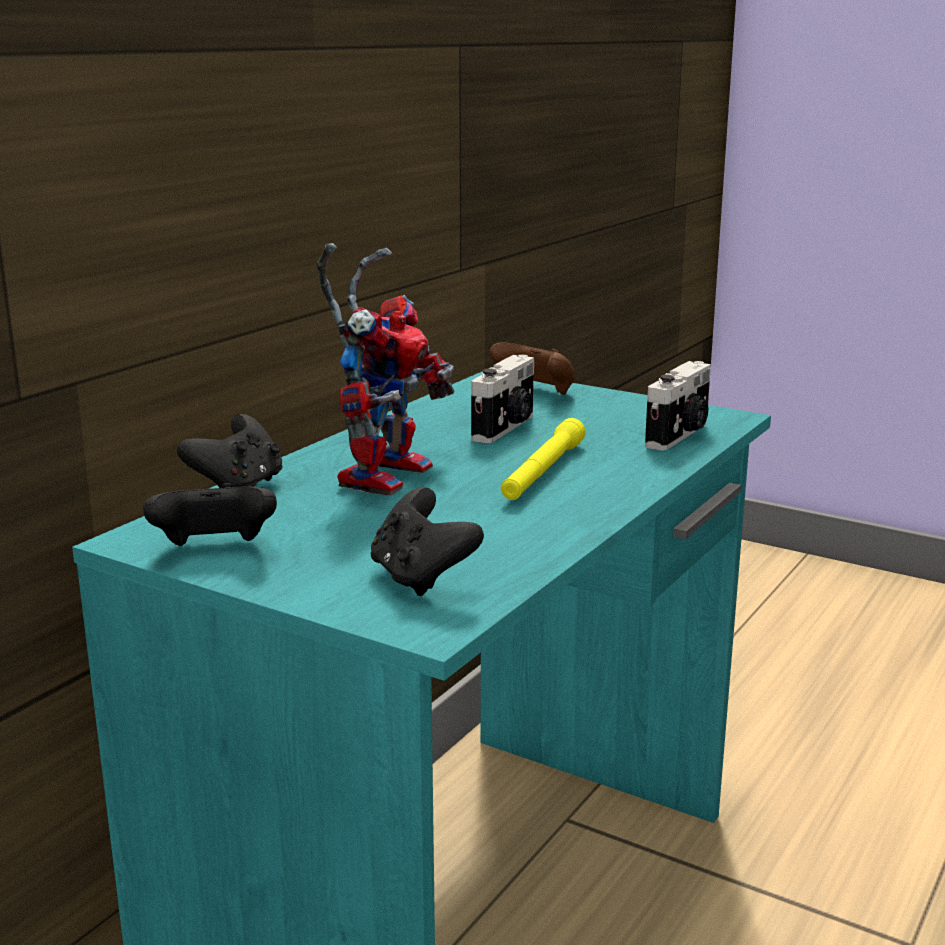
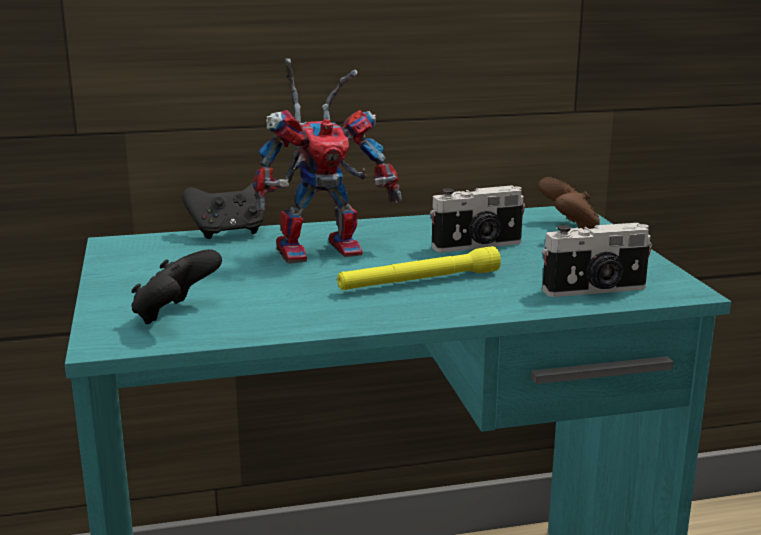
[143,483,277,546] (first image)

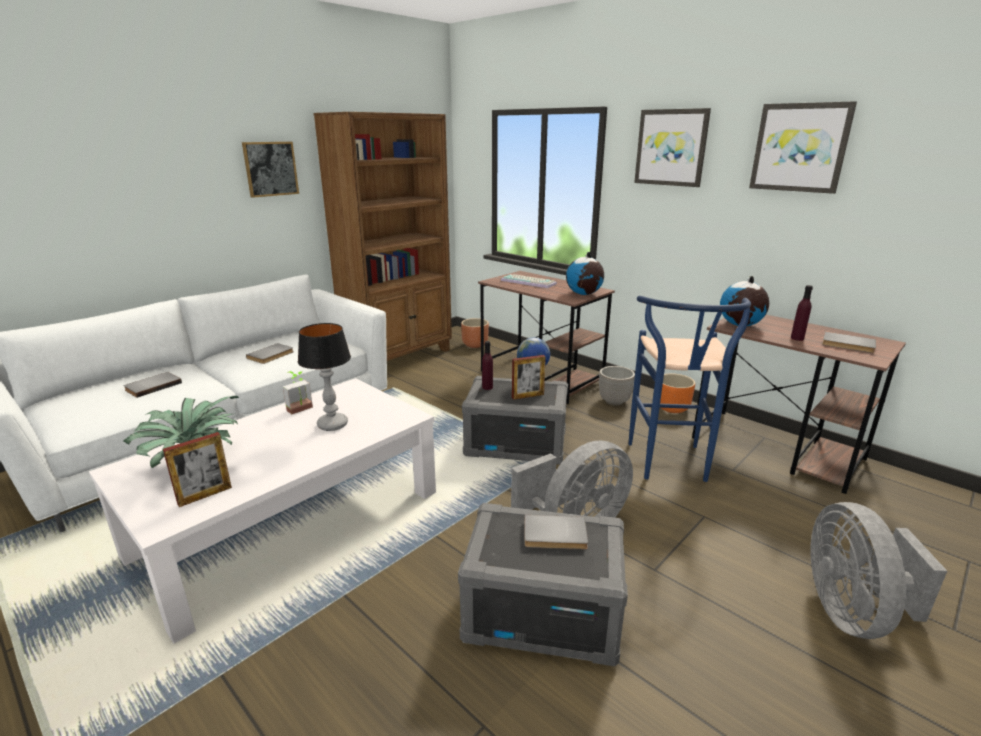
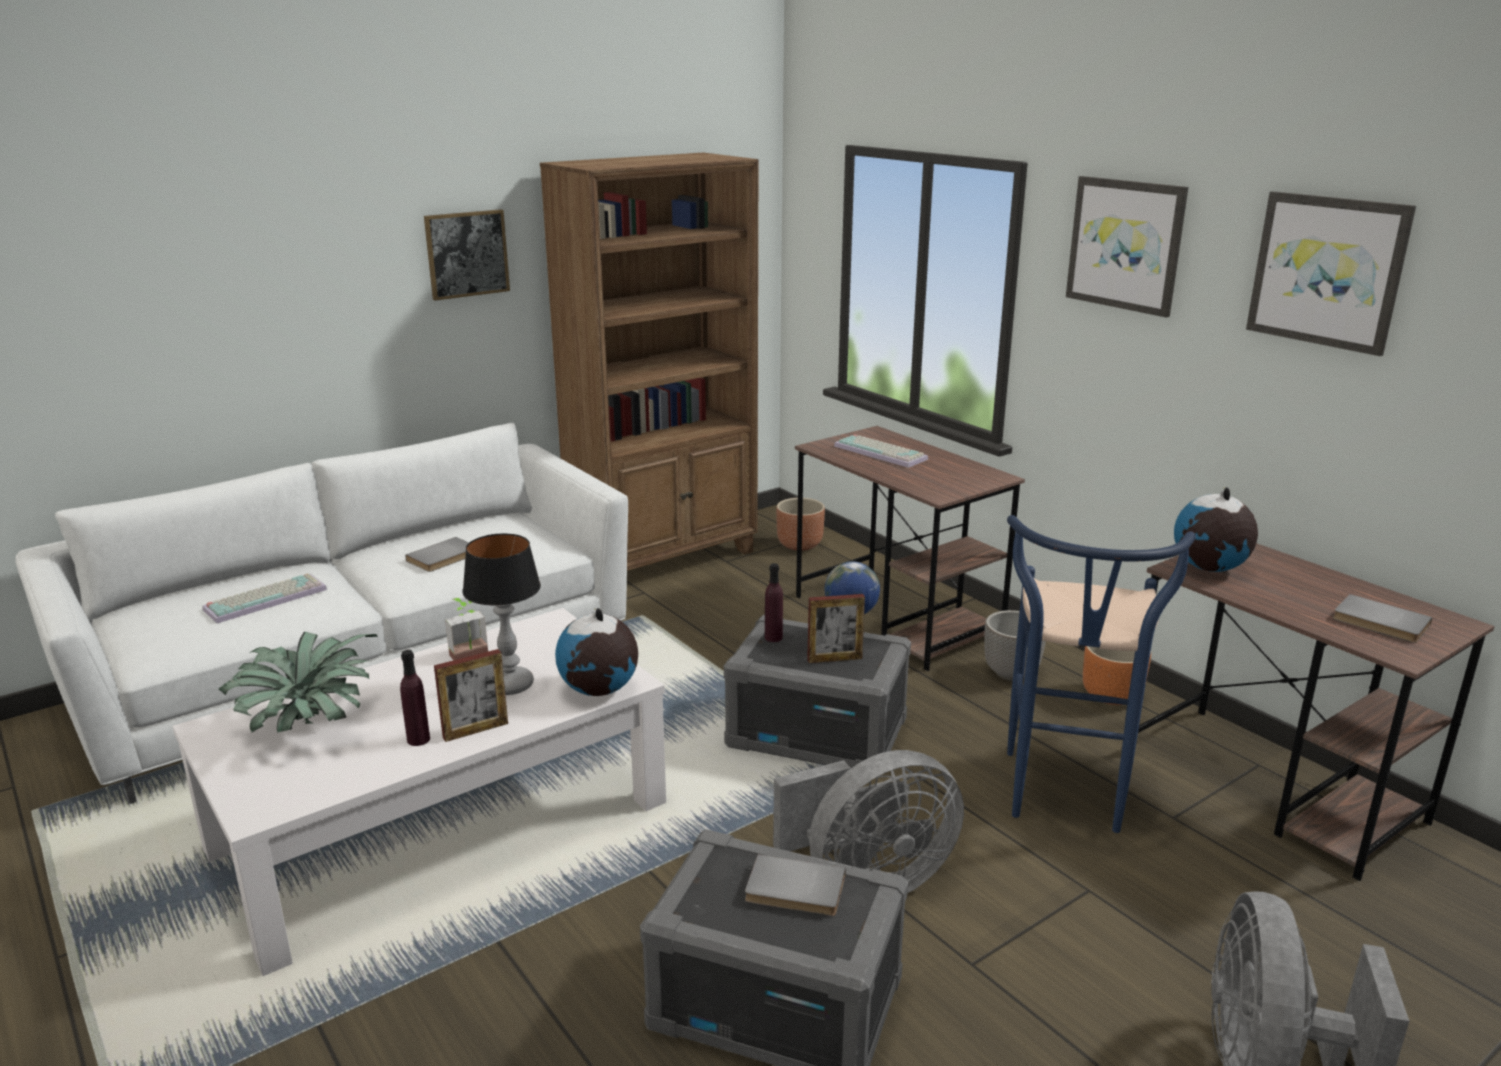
[202,573,327,623]
[400,650,430,746]
[434,649,508,742]
[555,608,638,696]

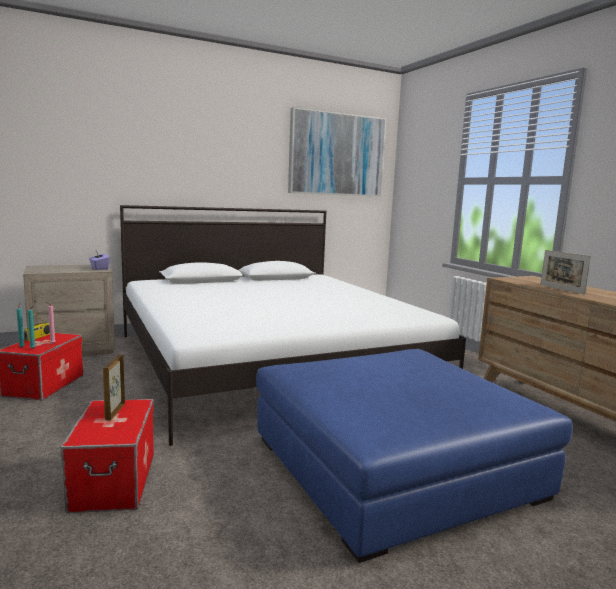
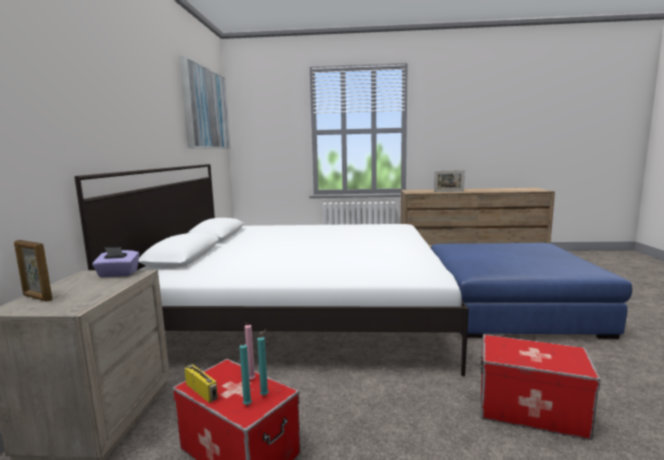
[14,240,53,302]

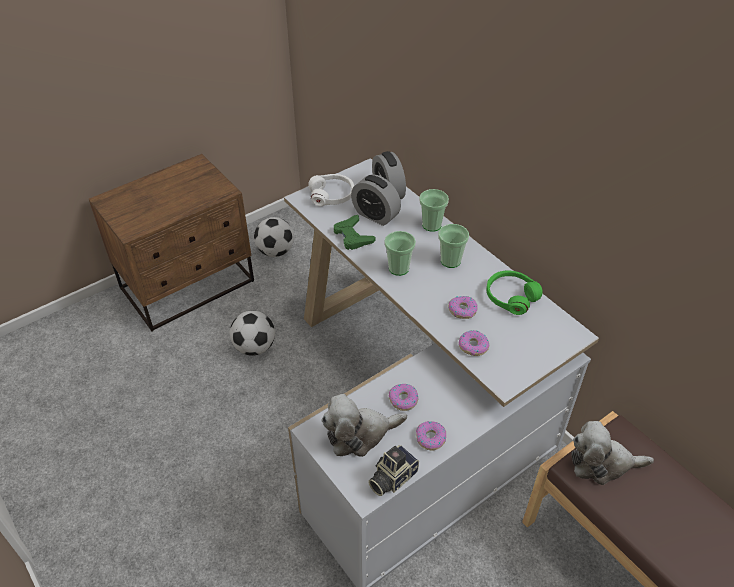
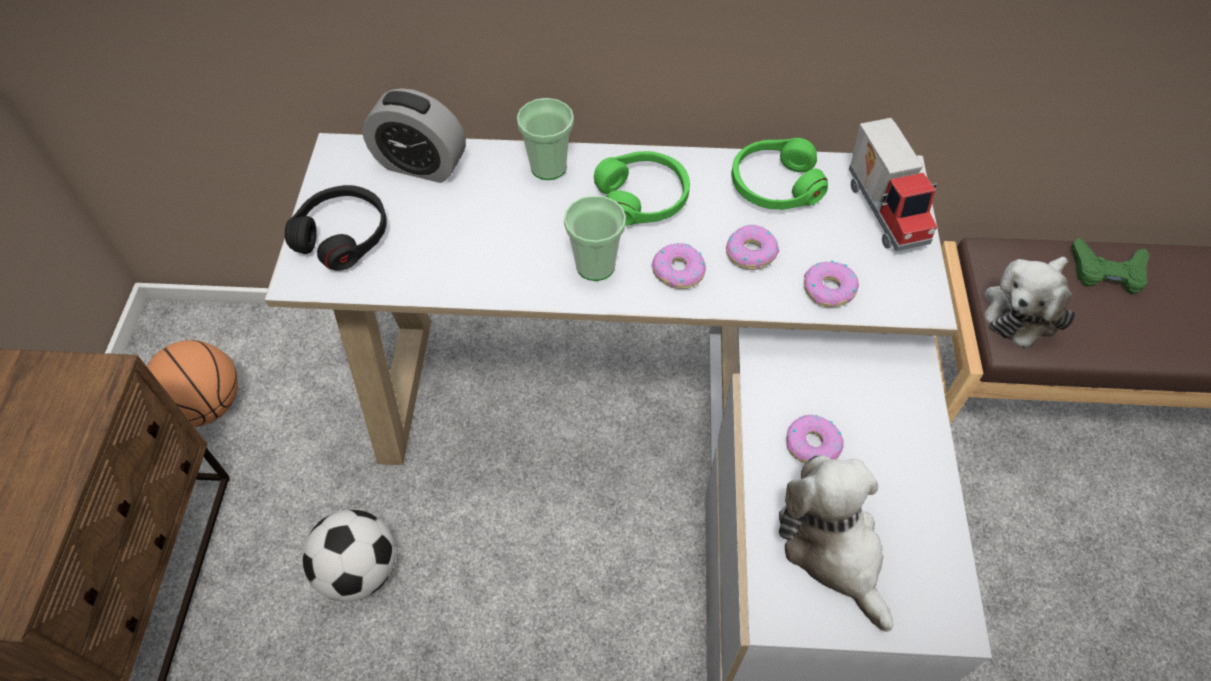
[147,340,238,427]
[285,185,387,271]
[594,151,690,226]
[651,243,706,289]
[779,455,893,632]
[849,118,937,252]
[1071,237,1149,294]
[351,175,401,226] (first image)
[368,445,419,496] (first image)

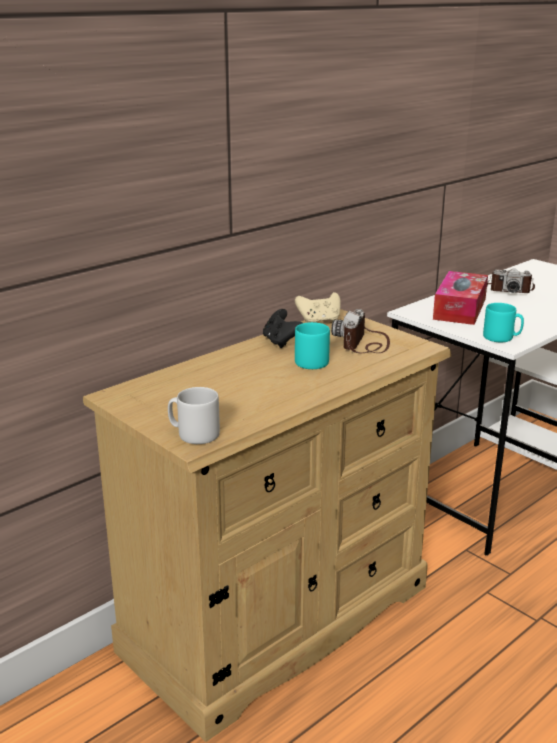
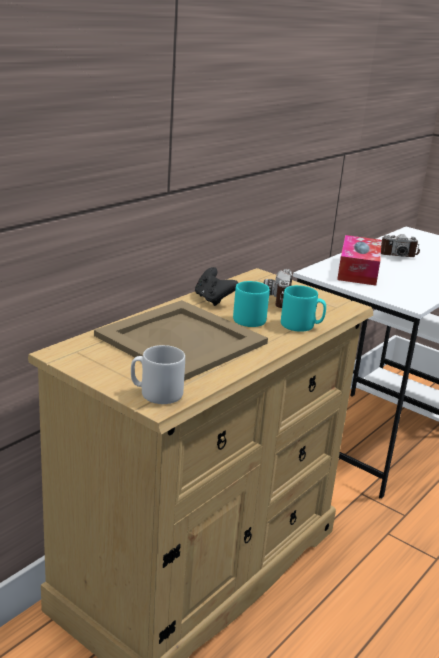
[94,300,268,381]
[281,285,326,332]
[295,292,341,323] (first image)

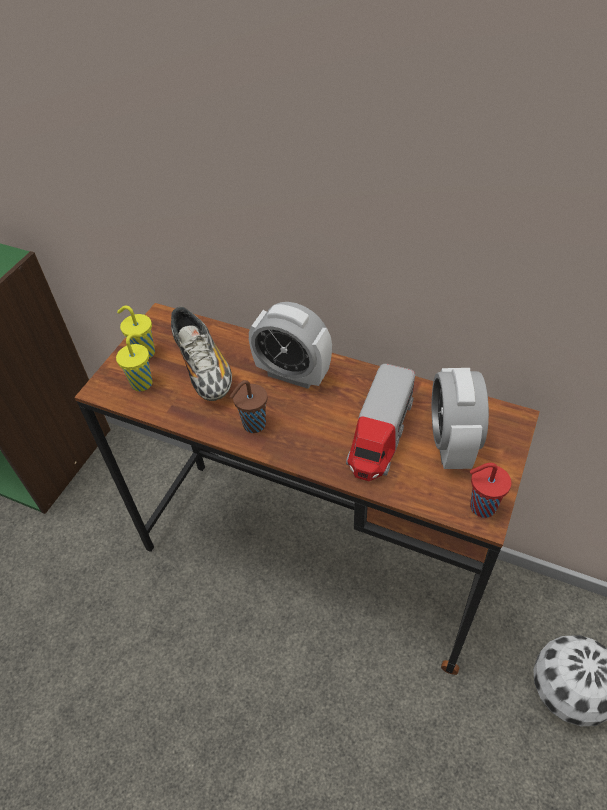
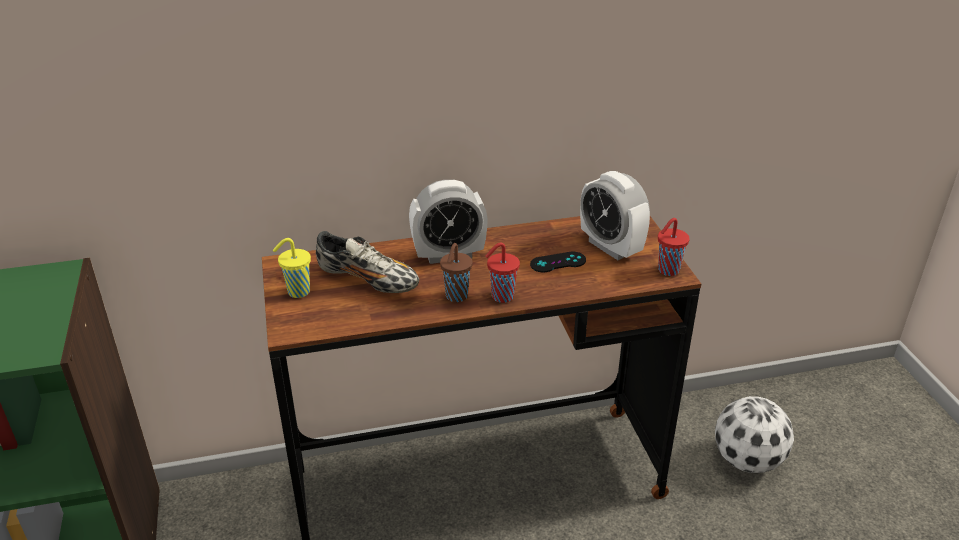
[485,242,520,303]
[530,252,586,272]
[116,333,152,391] (first image)

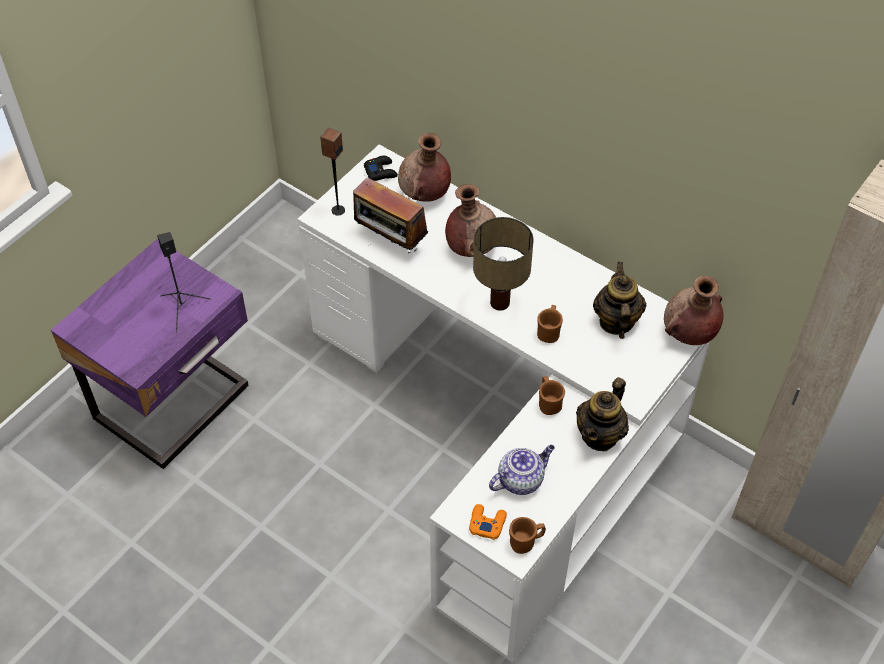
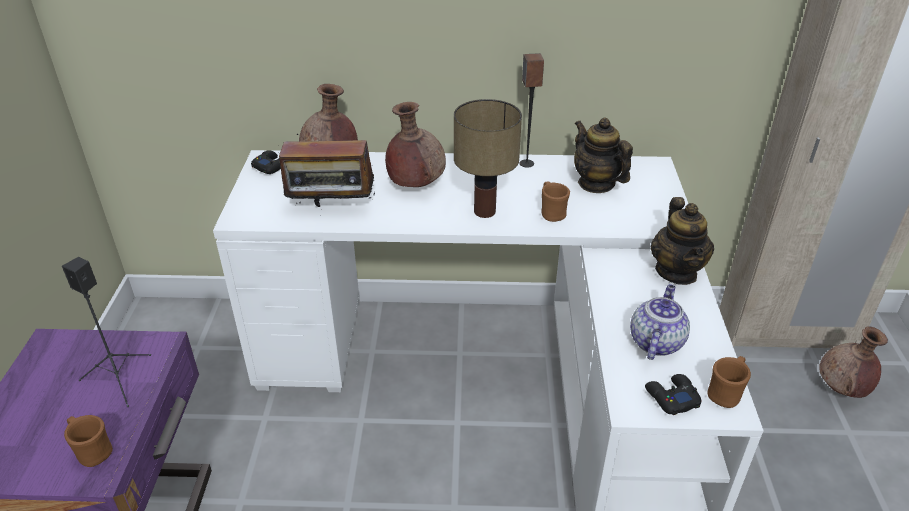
[64,415,113,467]
[520,53,544,168]
[645,374,701,415]
[819,326,888,398]

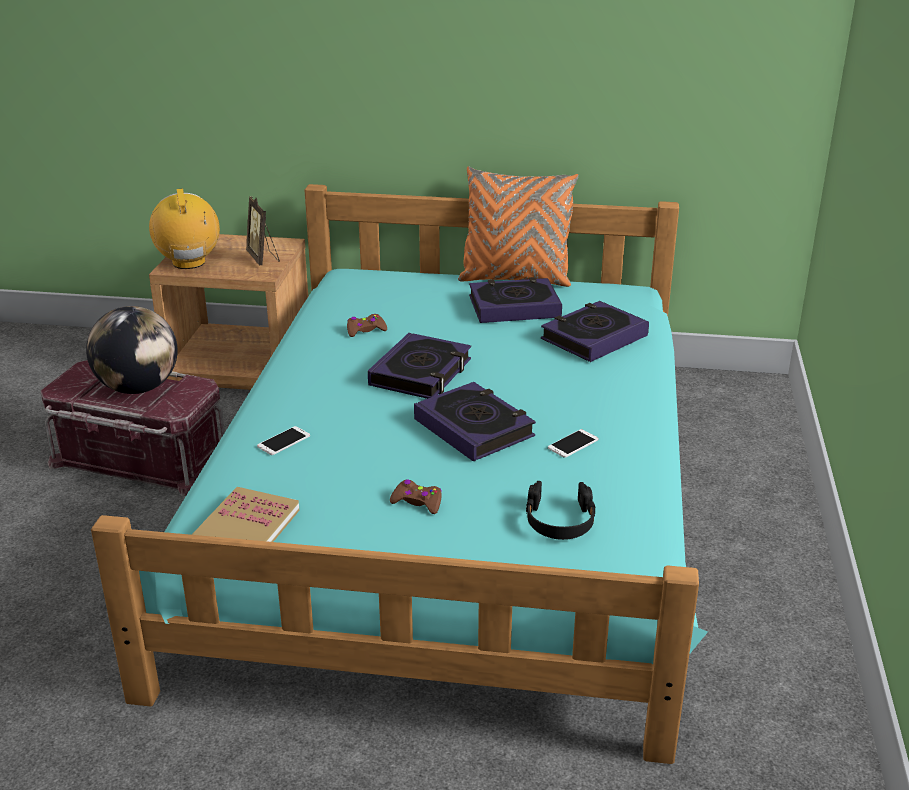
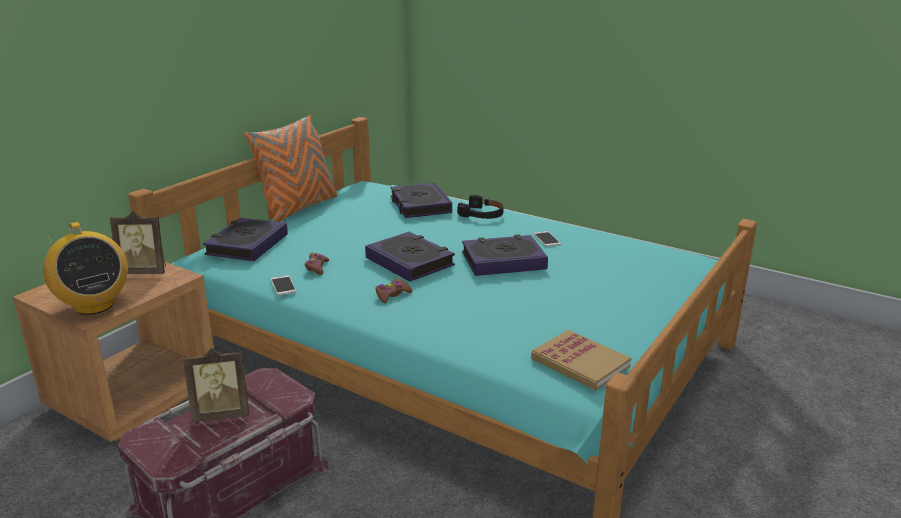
[43,222,128,315]
[183,348,249,422]
[203,218,288,261]
[271,275,296,296]
[375,279,413,303]
[457,195,504,219]

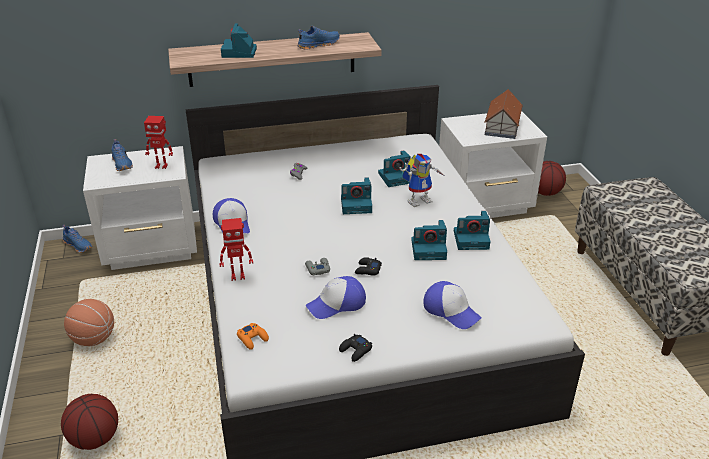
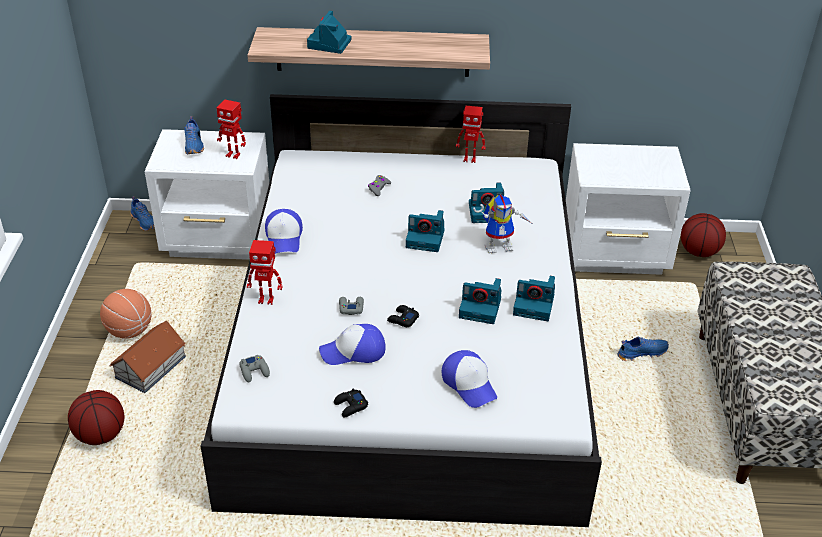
[109,321,186,393]
[239,355,270,383]
[456,106,486,163]
[618,337,669,361]

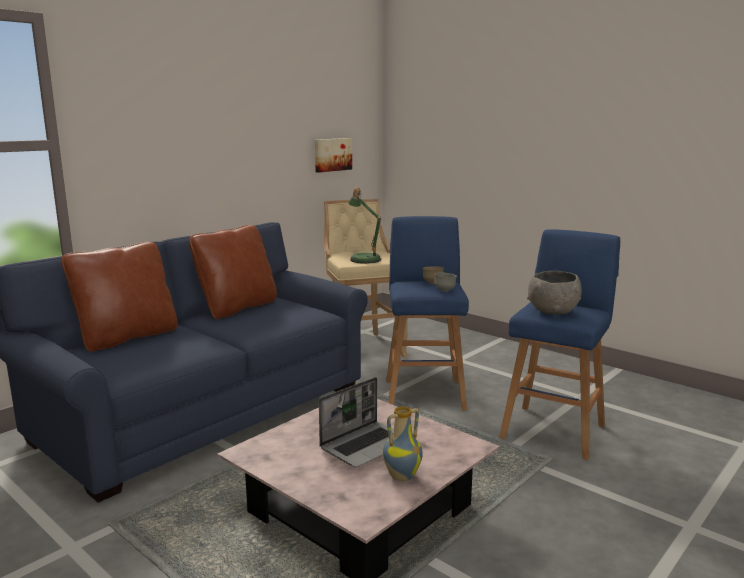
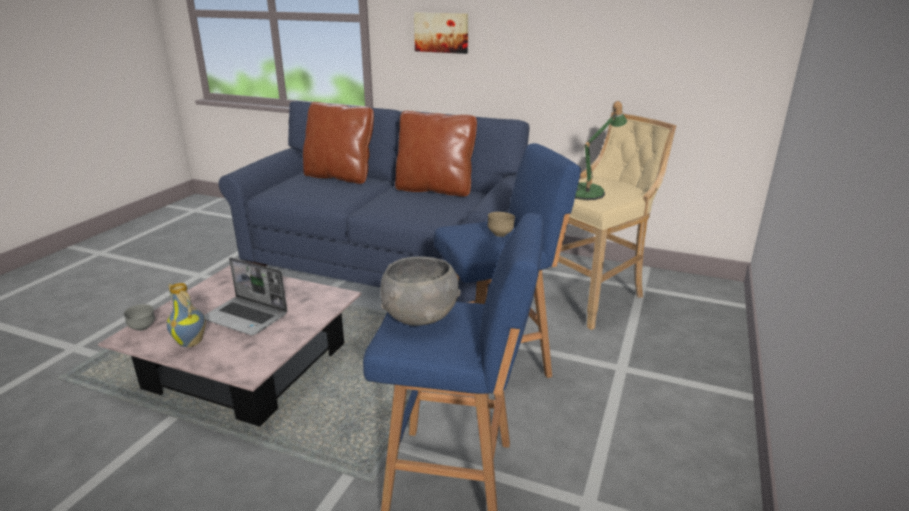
[124,304,155,331]
[414,12,468,54]

